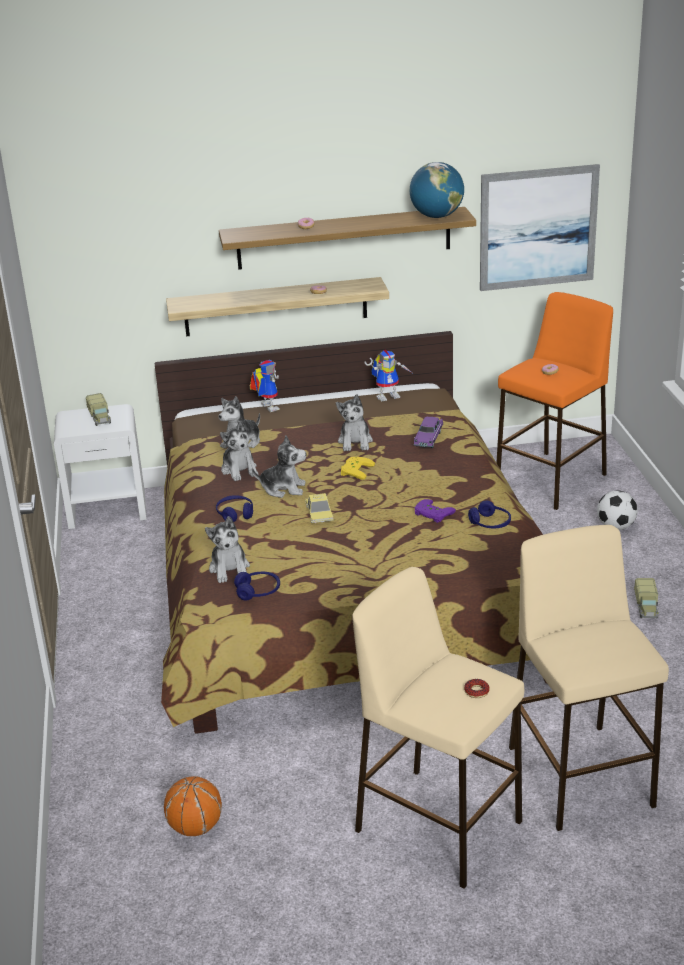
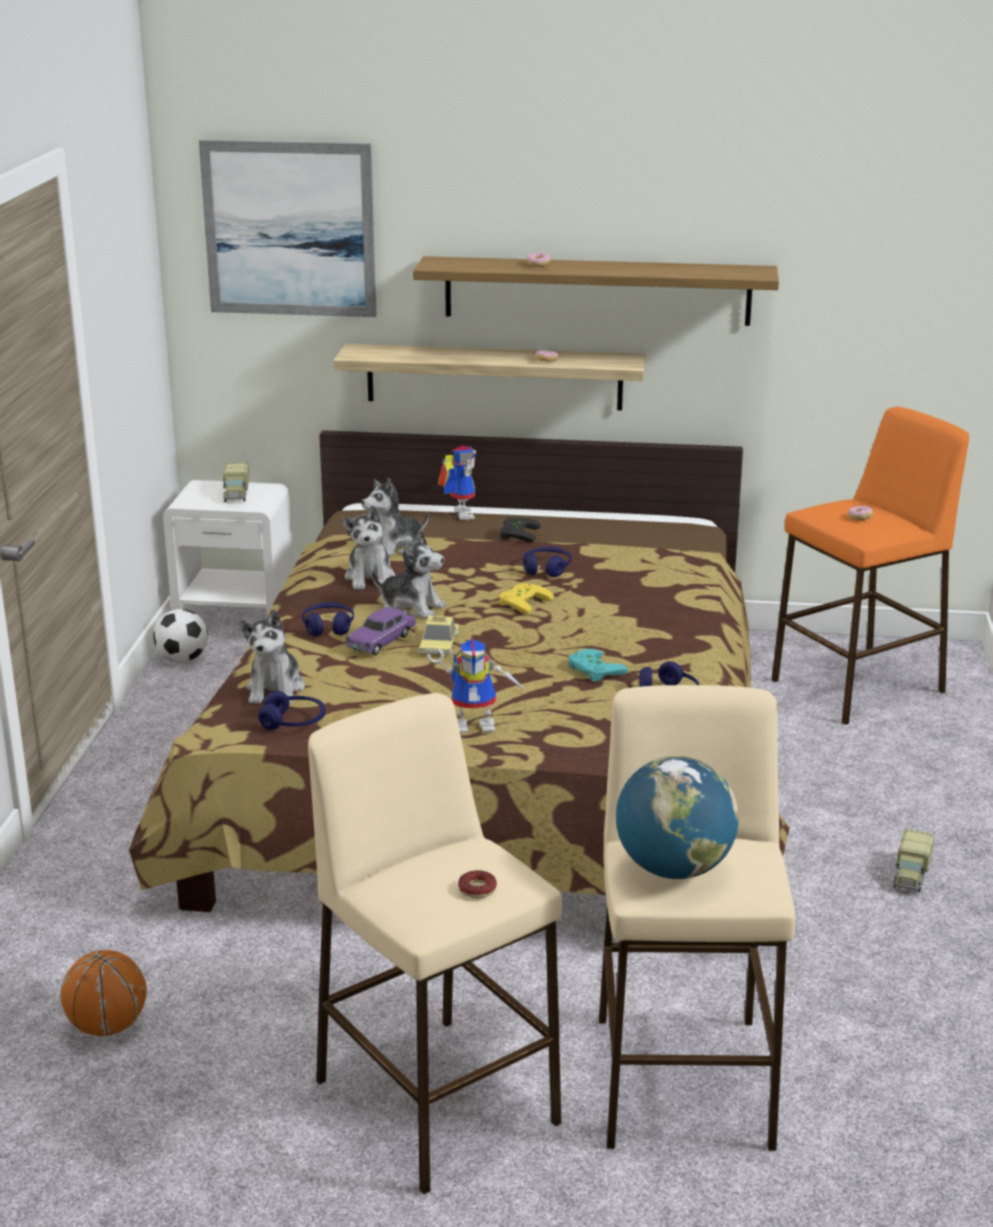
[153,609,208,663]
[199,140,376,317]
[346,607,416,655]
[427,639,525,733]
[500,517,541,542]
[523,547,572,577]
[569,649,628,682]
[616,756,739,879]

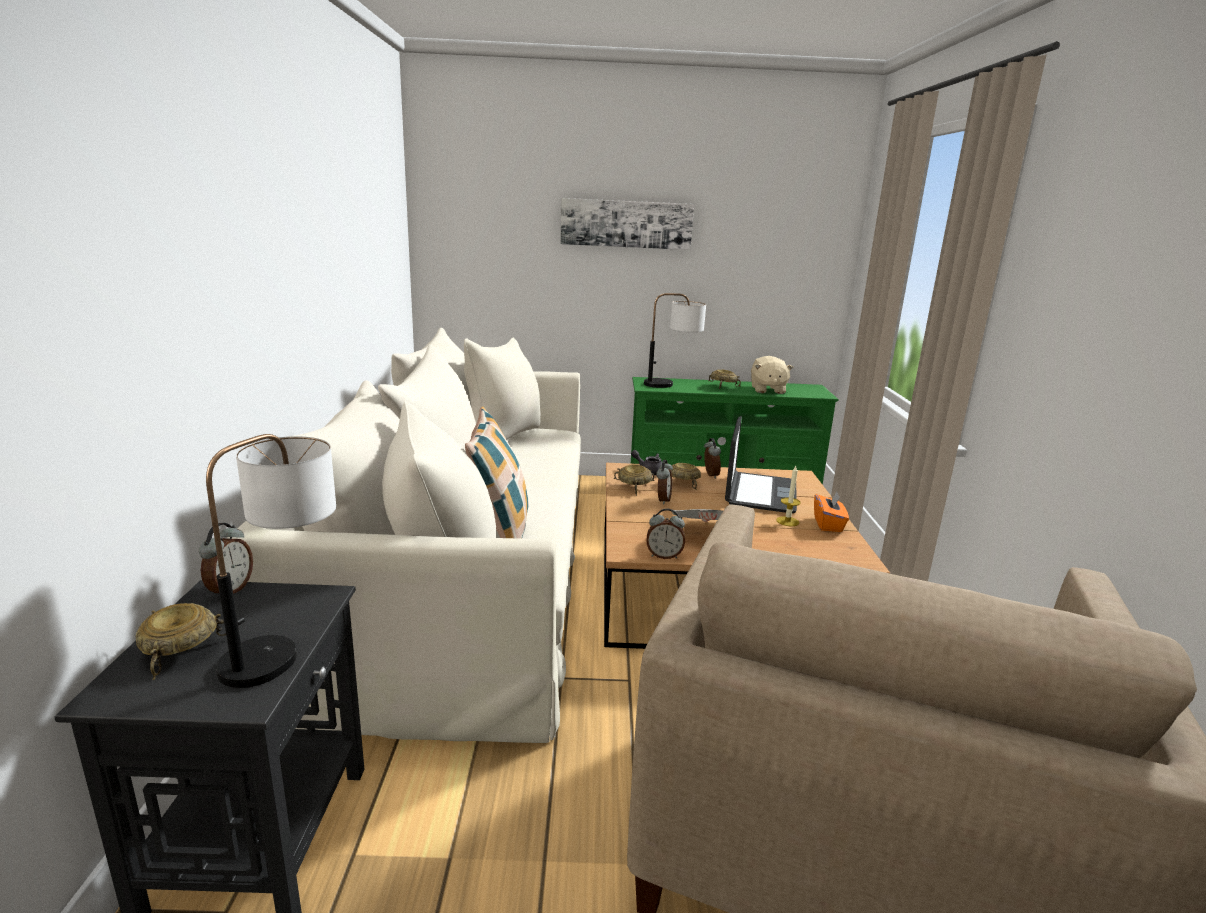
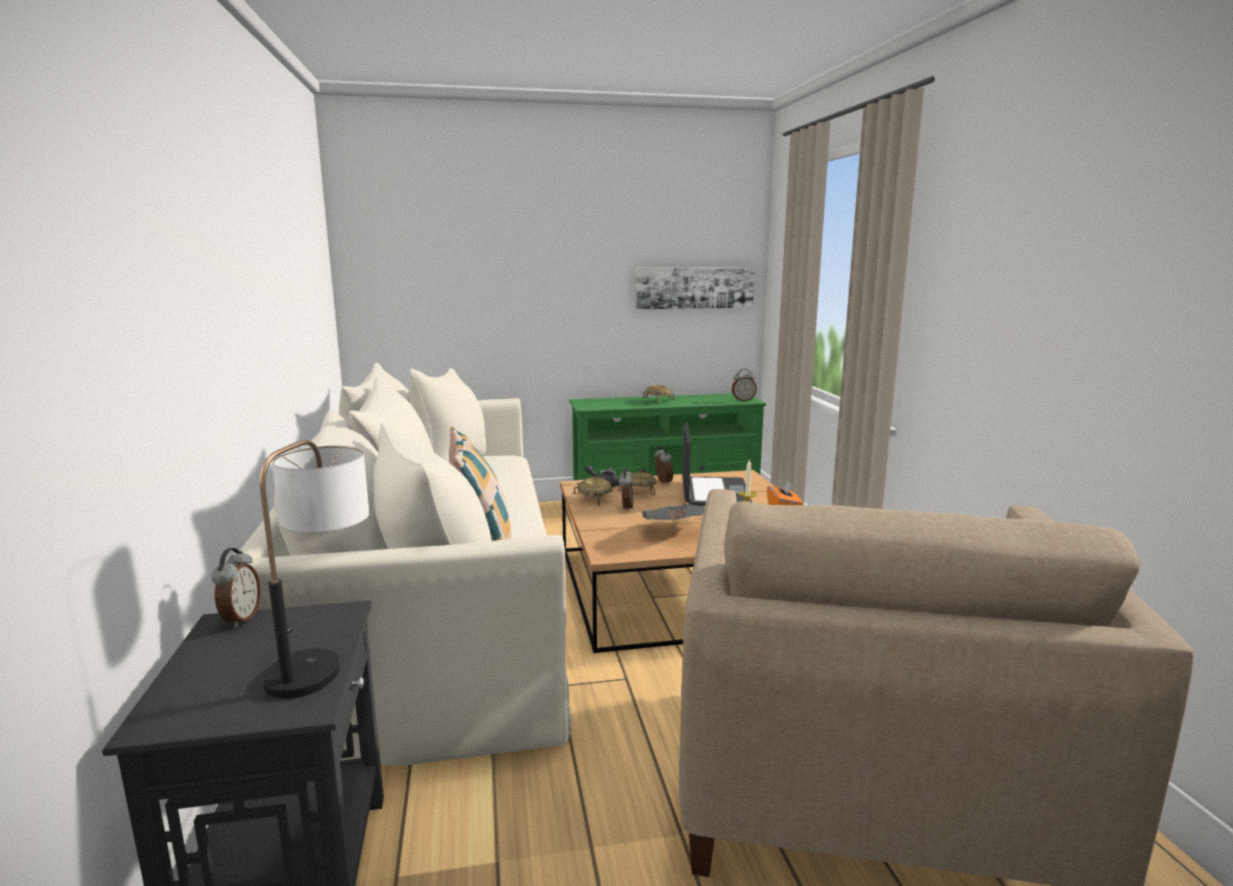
[636,267,755,309]
[732,369,757,401]
[136,603,226,680] (first image)
[644,293,706,388] (first image)
[751,356,794,394] (first image)

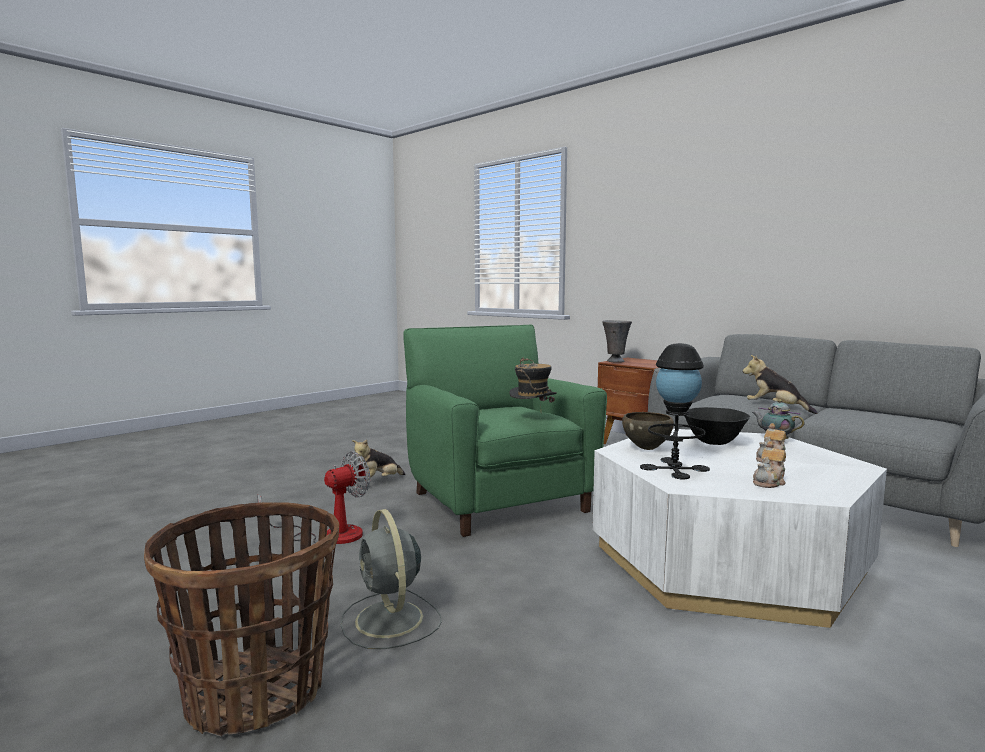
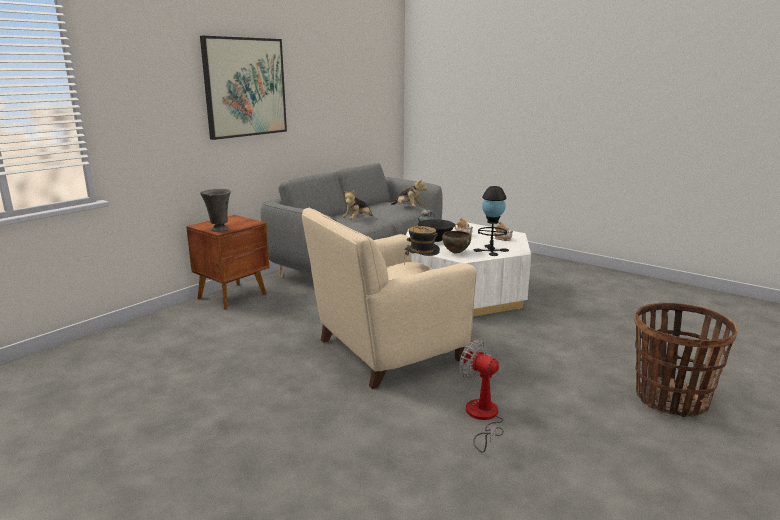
[200,36,287,140]
[302,208,477,389]
[391,177,427,207]
[340,509,442,649] (first image)

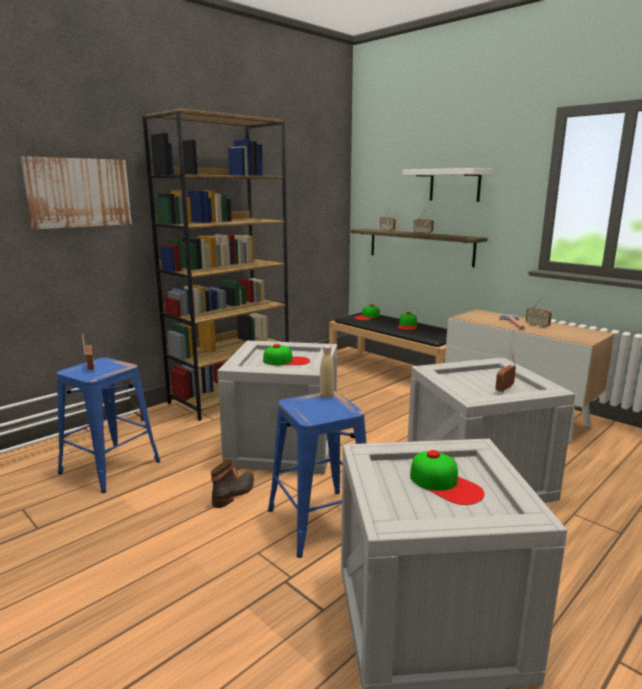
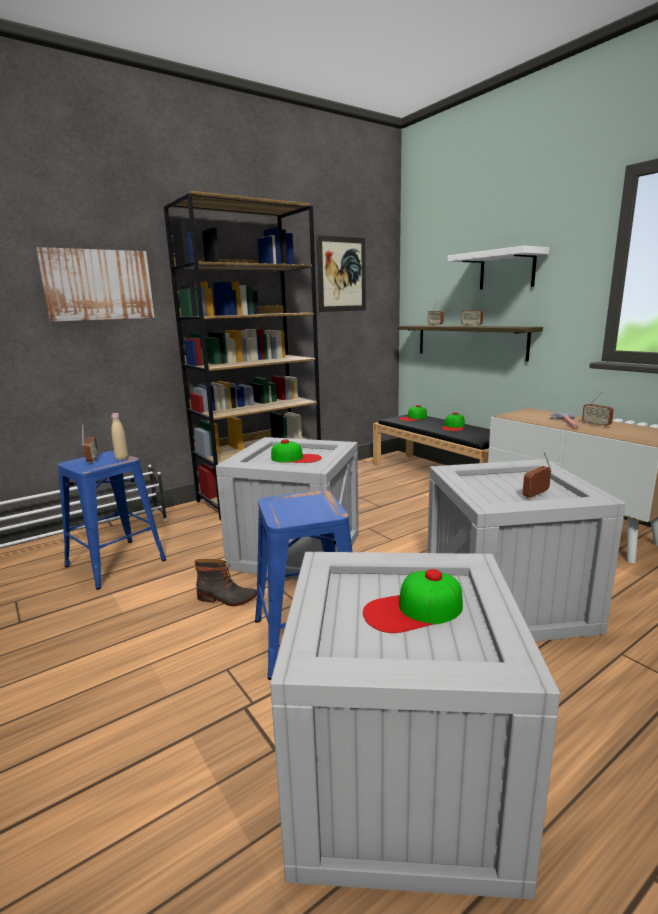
[111,413,128,460]
[195,559,257,606]
[317,235,366,312]
[363,569,463,633]

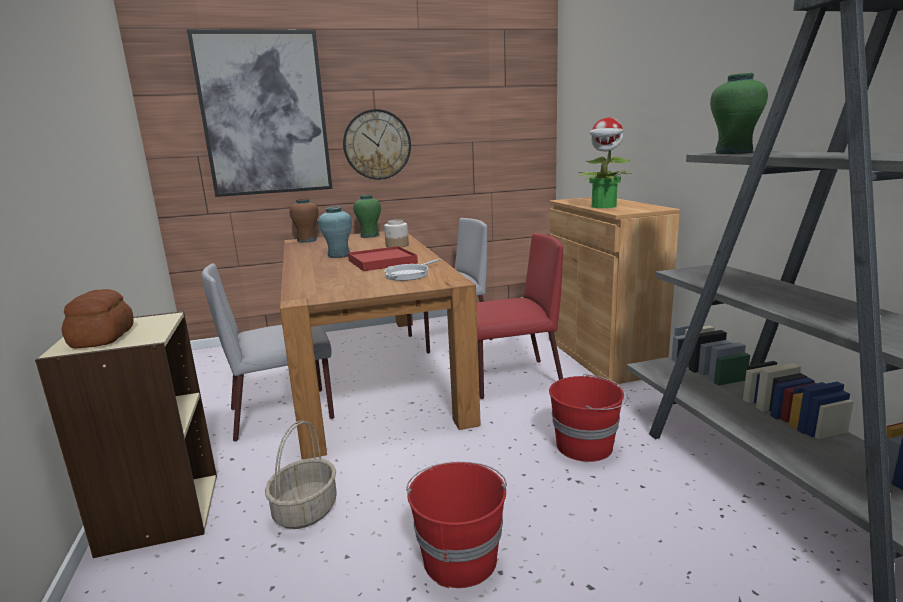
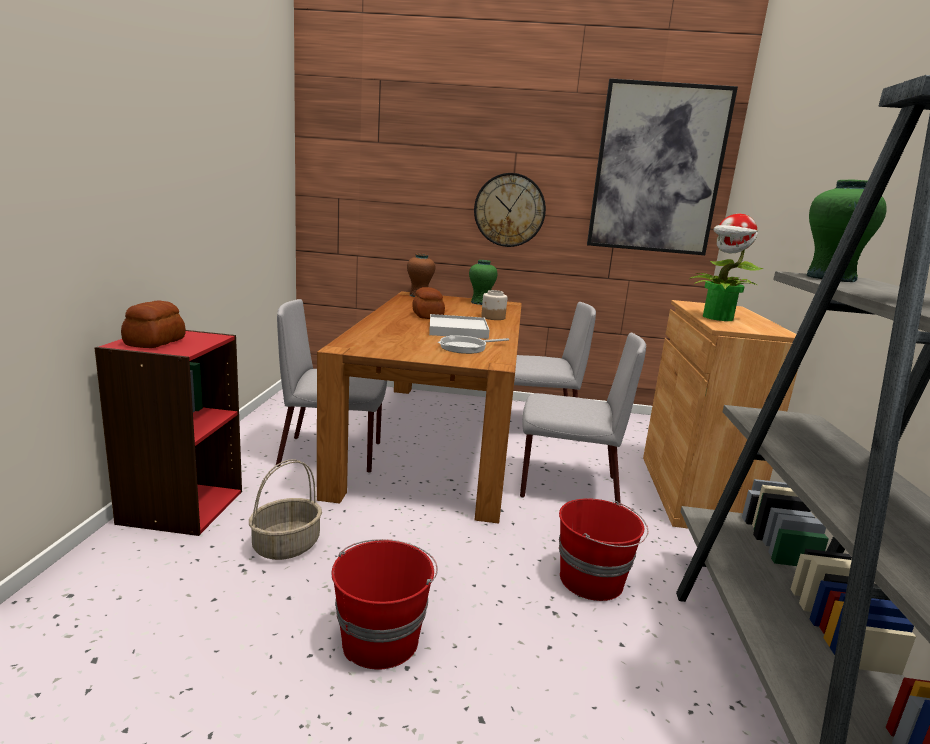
[95,330,242,536]
[413,287,445,319]
[429,314,489,339]
[520,333,646,503]
[587,78,738,255]

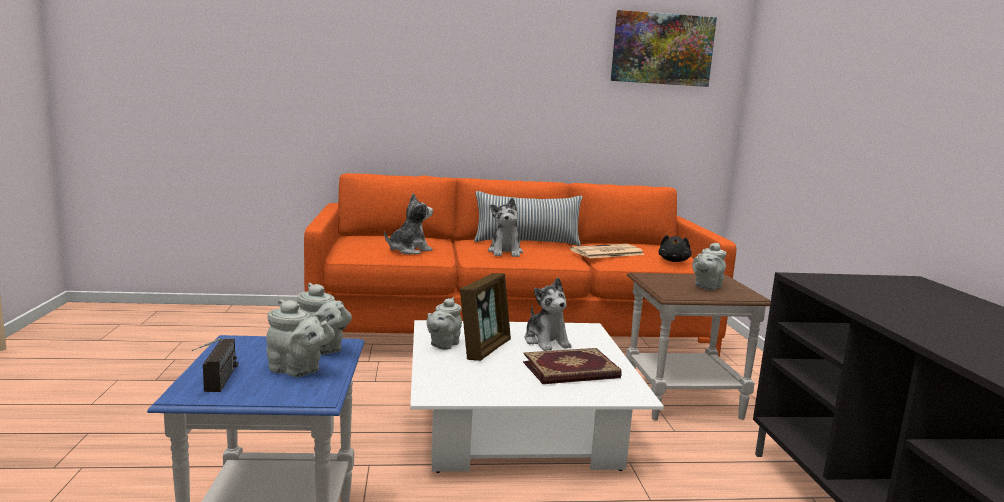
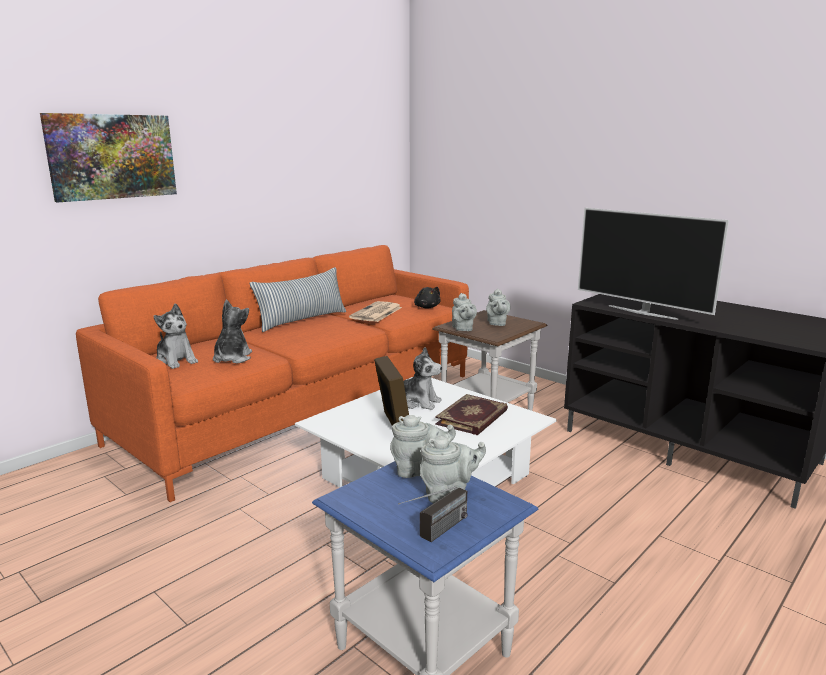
[40,113,177,202]
[153,303,198,369]
[398,486,468,542]
[452,293,477,331]
[578,208,729,320]

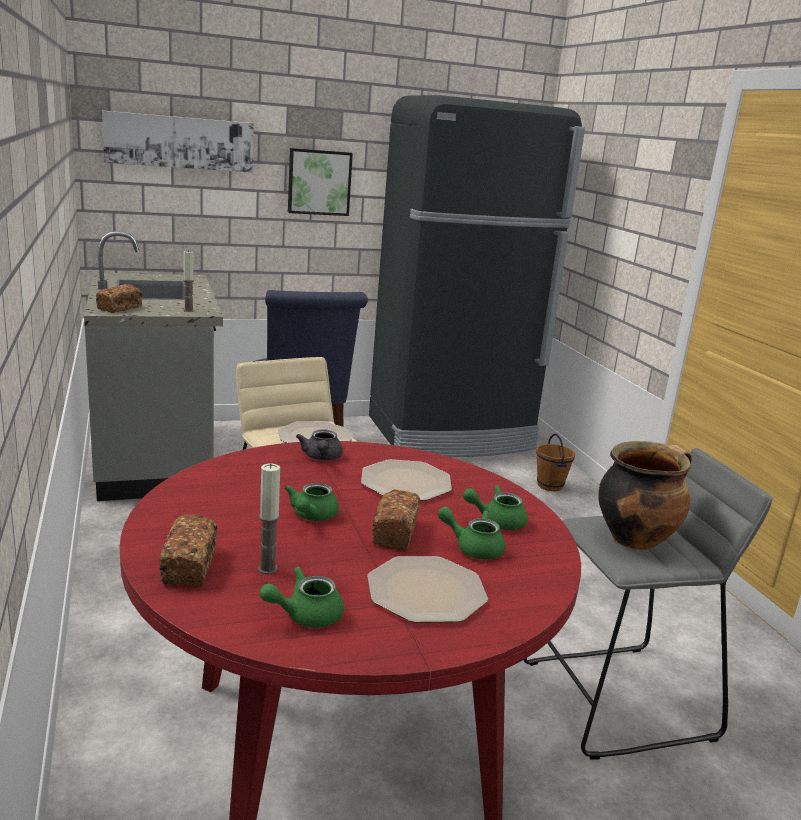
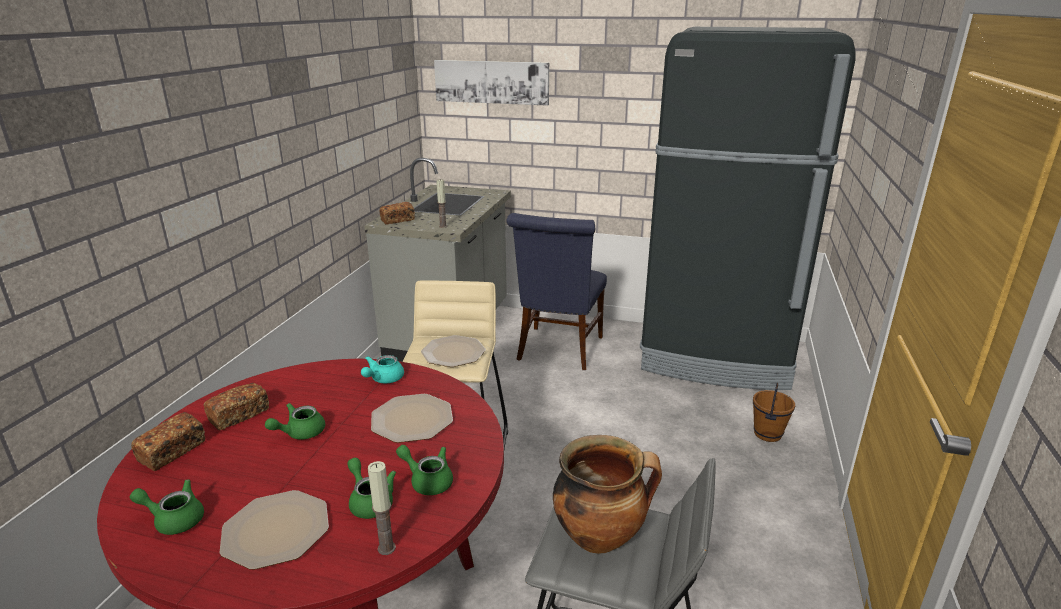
[204,383,269,430]
[361,355,404,383]
[368,461,396,555]
[288,148,353,216] (first image)

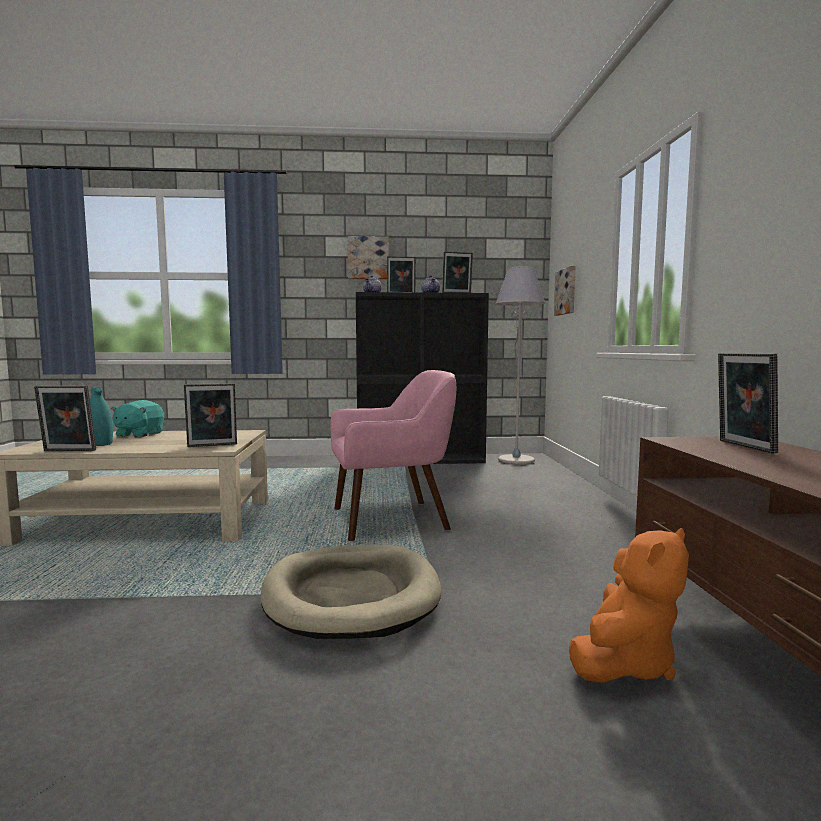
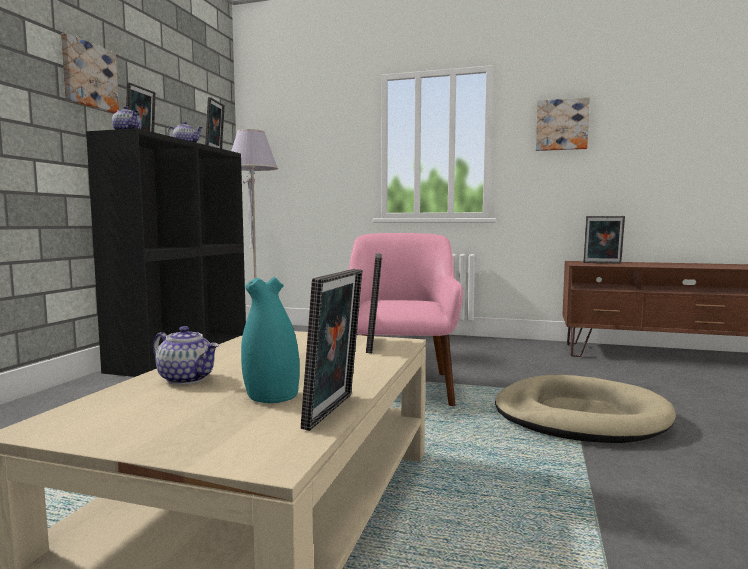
[153,326,219,385]
[536,97,590,151]
[569,528,689,683] (first image)

